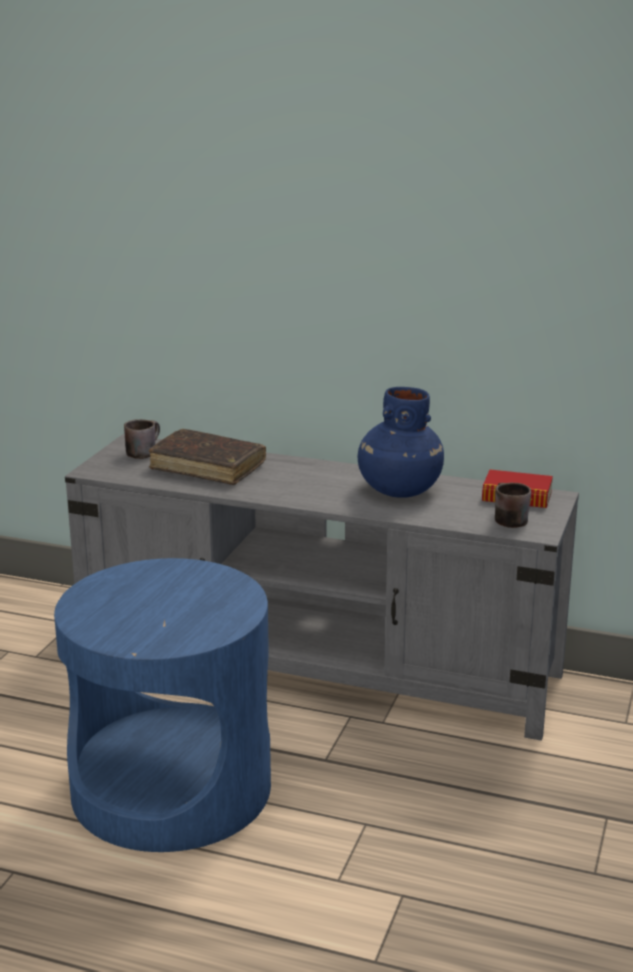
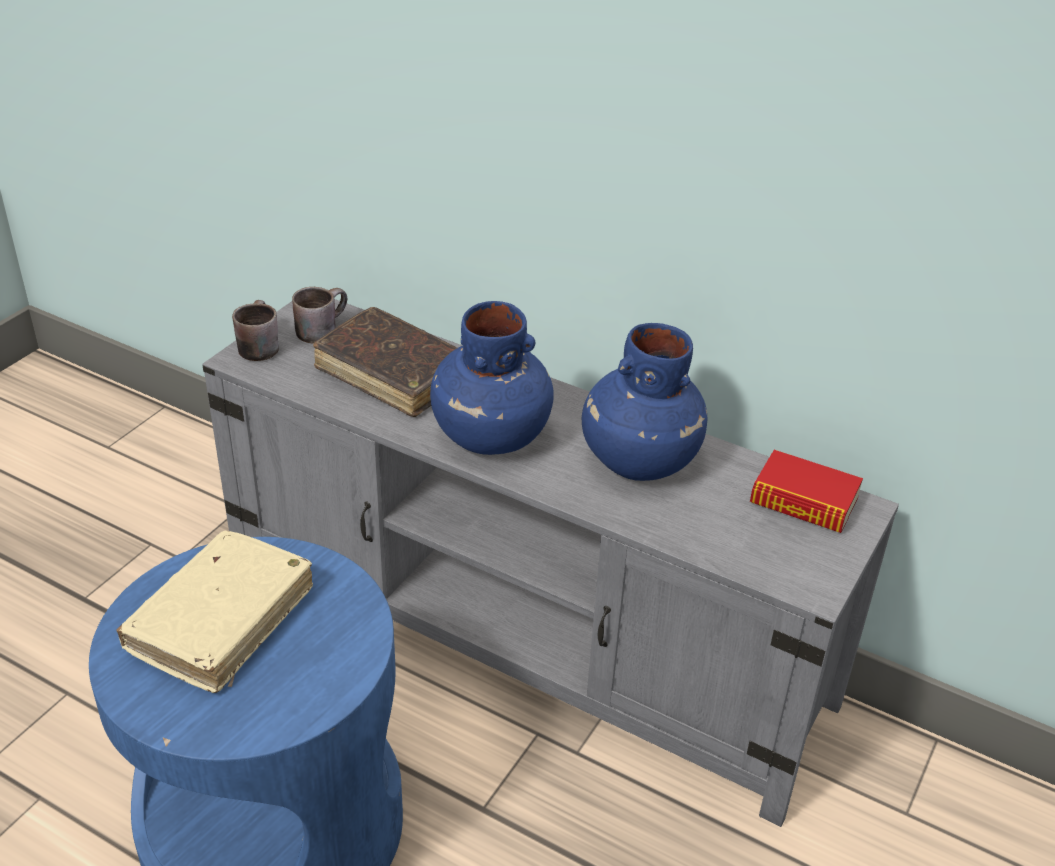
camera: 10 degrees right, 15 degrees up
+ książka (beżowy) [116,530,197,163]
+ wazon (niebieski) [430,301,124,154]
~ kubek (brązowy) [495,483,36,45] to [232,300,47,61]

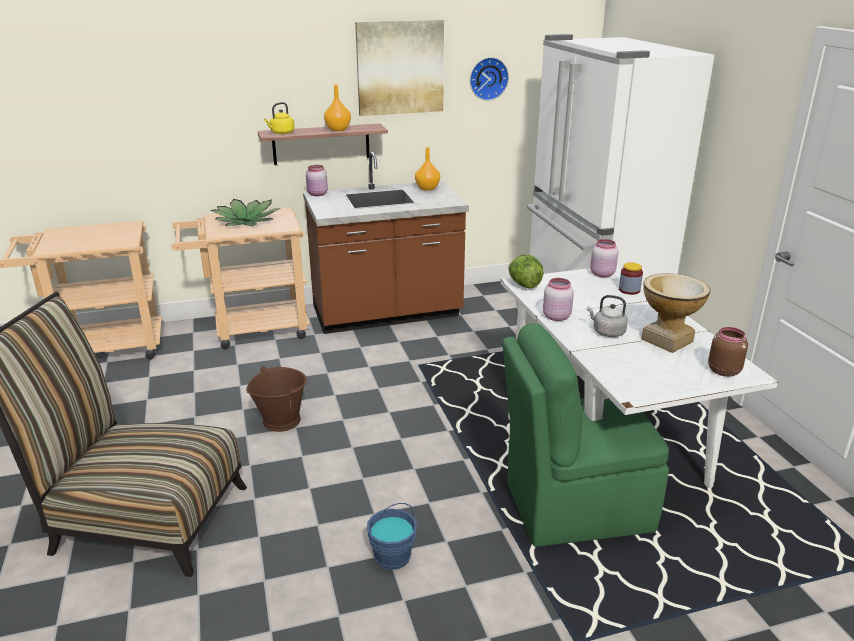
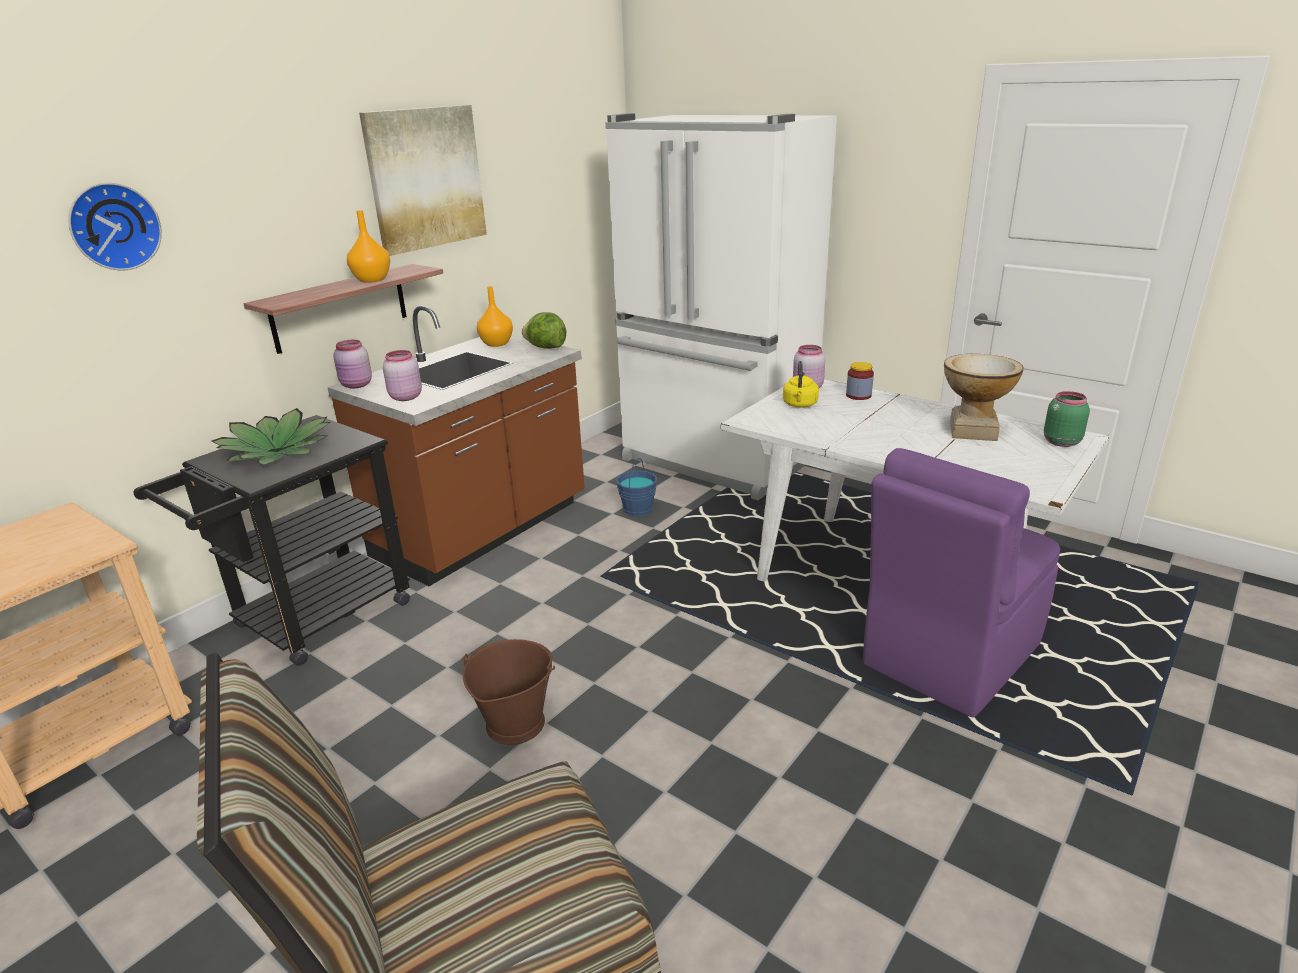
camera: 35 degrees left, 0 degrees up
- czajnik (szary) [587,295,41,42]
~ czajnik (żółty) [264,102,31,32] to [783,361,36,47]
~ wiadro (niebieski) [367,503,50,67] to [616,458,41,58]
~ zegar ścienny [470,57,39,44] to [68,183,94,88]
~ sałata [508,254,36,35] to [522,312,44,37]
~ słoik (różowy) [543,278,31,43] to [383,350,39,51]
~ wózek (beżowy) [171,207,139,142] to wózek (czarny) [134,415,276,251]
~ krzesło (zielony) [502,323,167,224] to krzesło (fioletowy) [863,448,197,269]
~ słoik (brązowy) [708,327,40,50] to słoik (zielony) [1044,391,46,56]

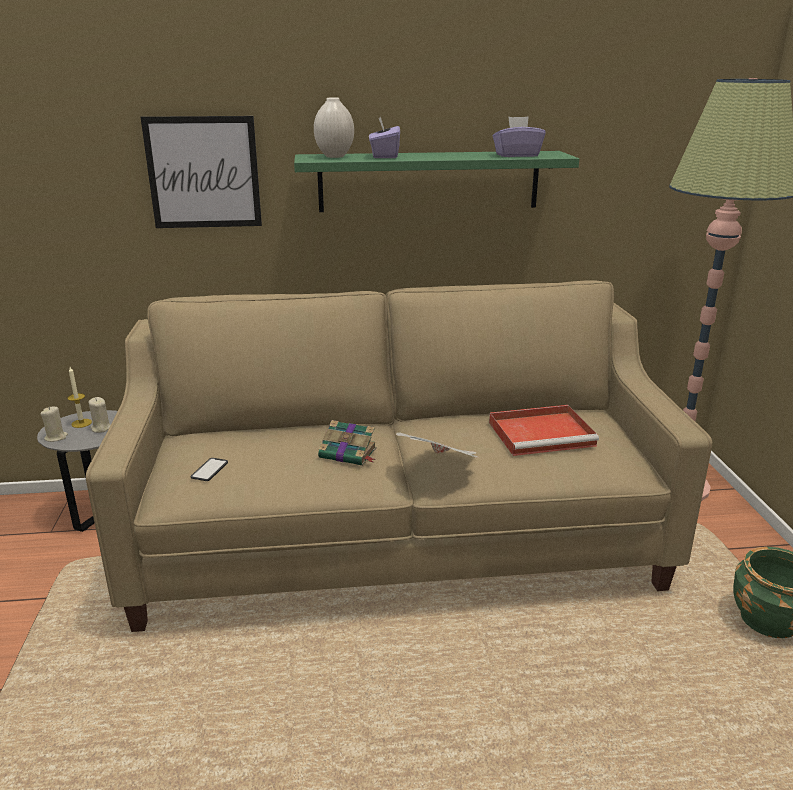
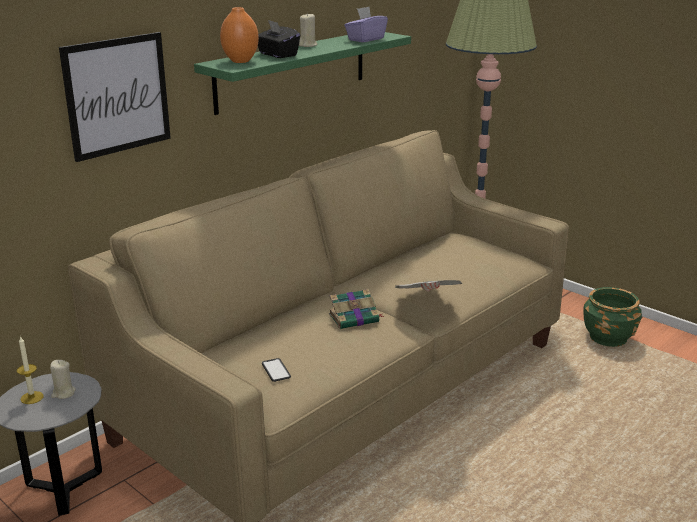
camera: 40 degrees left, 0 degrees up
- taca (czerwony) [489,405,110,51]
~ świeca (beżowy) [40,406,28,36] to [299,13,18,34]
~ wazon (biały) [314,97,40,61] to wazon (pomarańczowy) [220,7,39,56]
~ pudełko chusteczek (fioletowy) [369,116,31,42] to pudełko chusteczek (czarny) [258,20,42,38]

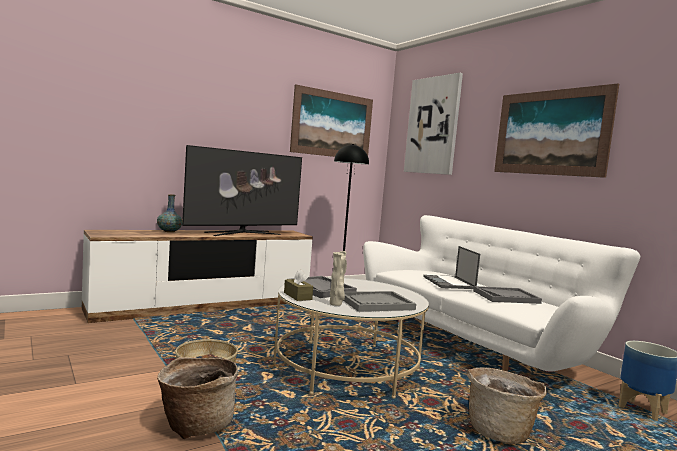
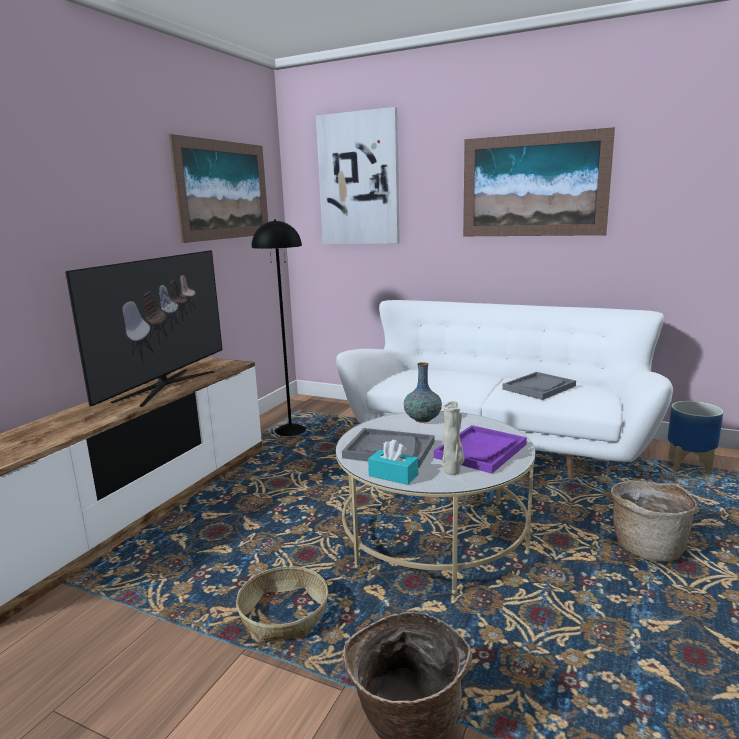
camera: 30 degrees left, 10 degrees up
- laptop [423,246,57,43]
~ wazon [157,194,25,38] to [404,362,38,60]
~ pudełko chusteczek (brązowy) [284,270,29,31] to pudełko chusteczek (turkusowy) [368,440,50,45]
~ taca (szary) [343,291,73,21] to taca (fioletowy) [434,425,93,49]

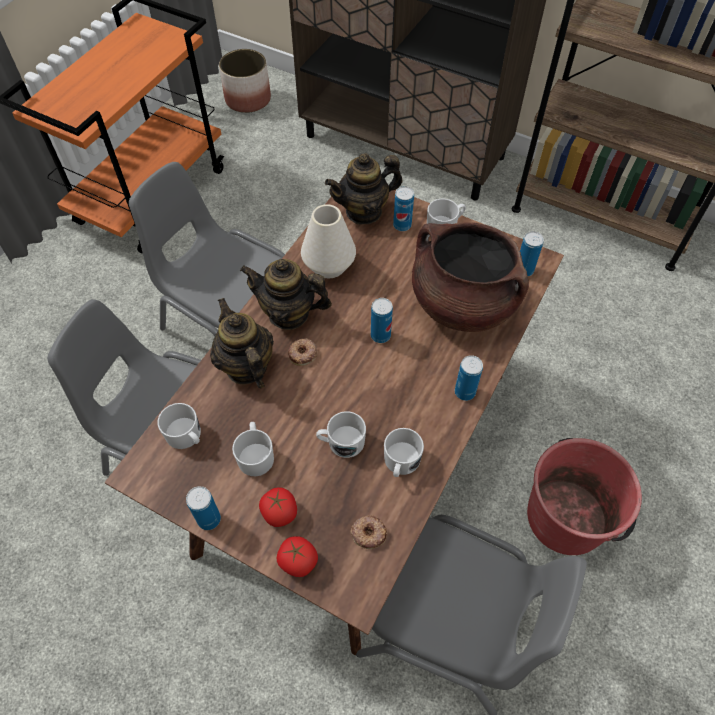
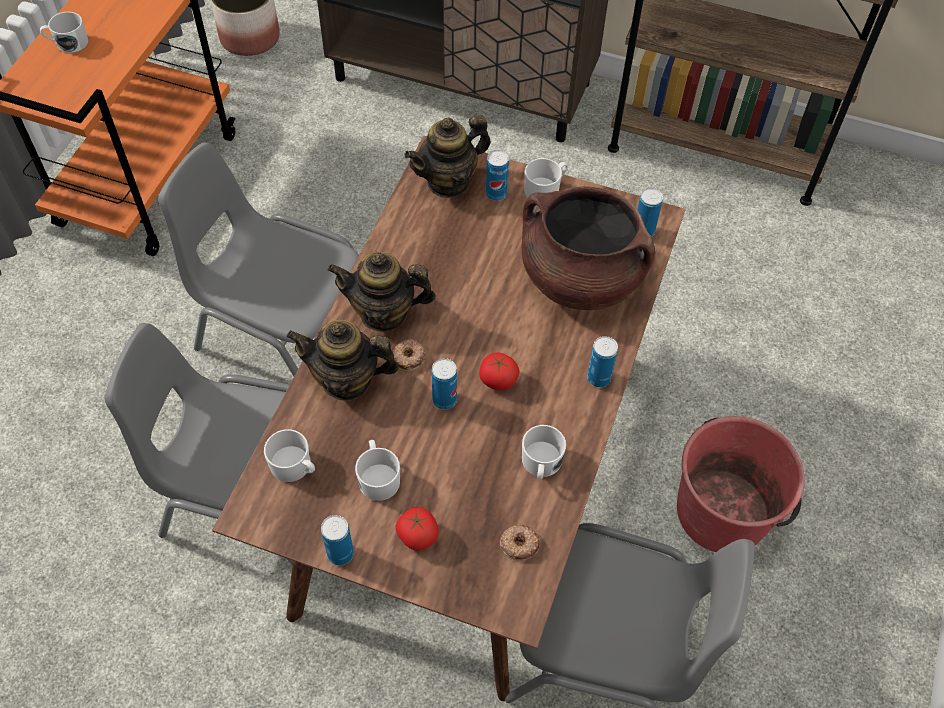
camera: 10 degrees left, 0 degrees up
- wazon (biały) [301,204,55,74]
~ pomidor [277,536,41,41] to [479,352,41,38]
~ kubek (biały) [316,411,50,47] to [40,12,48,41]
~ puszka [371,298,22,45] to [432,358,25,52]
~ imbryk [210,298,64,90] = [286,320,113,81] 45 degrees counterclockwise

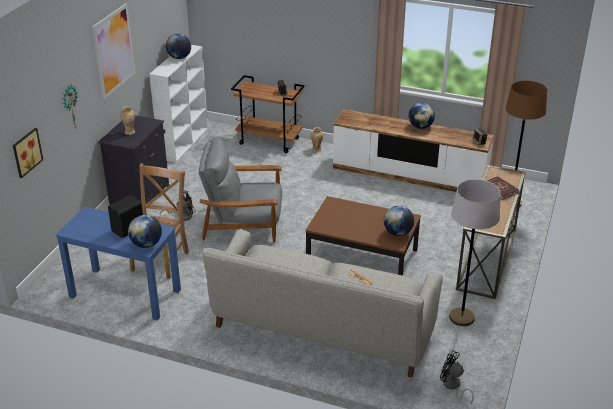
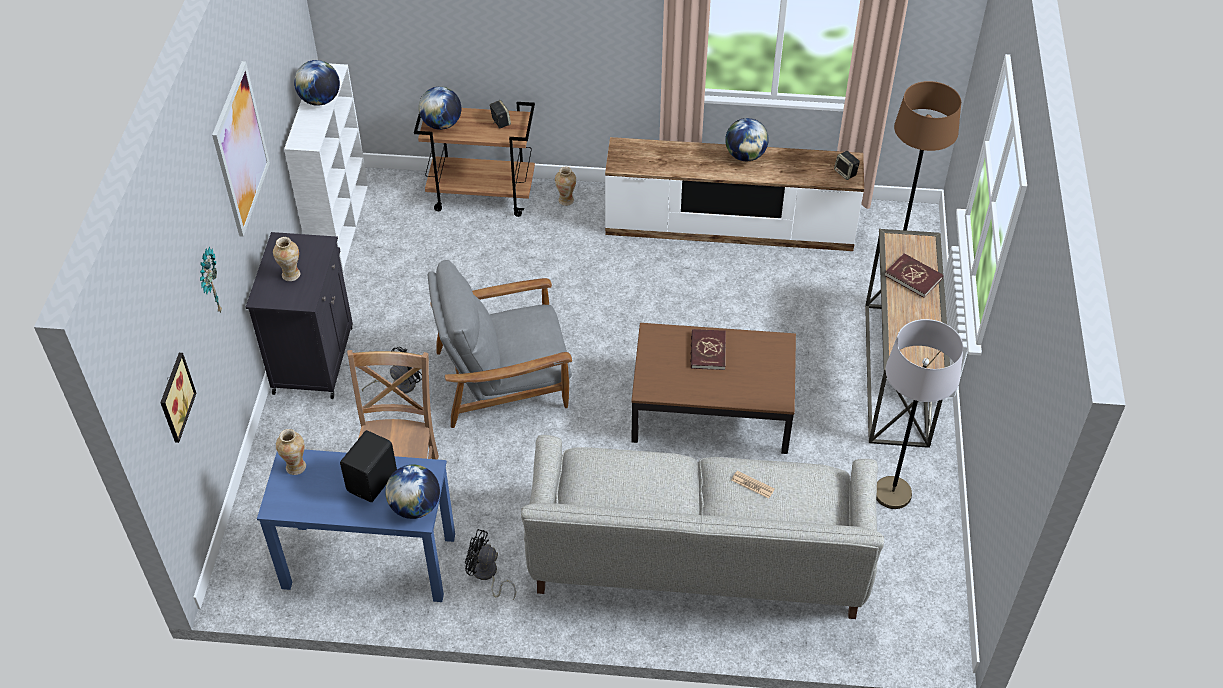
camera: 15 degrees left, 15 degrees up
+ wazon [276,429,30,46]
+ książka (czerwony) [690,329,36,41]
~ globus [384,206,30,30] to [419,87,42,43]
~ wentylator (czarny) [440,350,34,55] to [465,529,51,71]

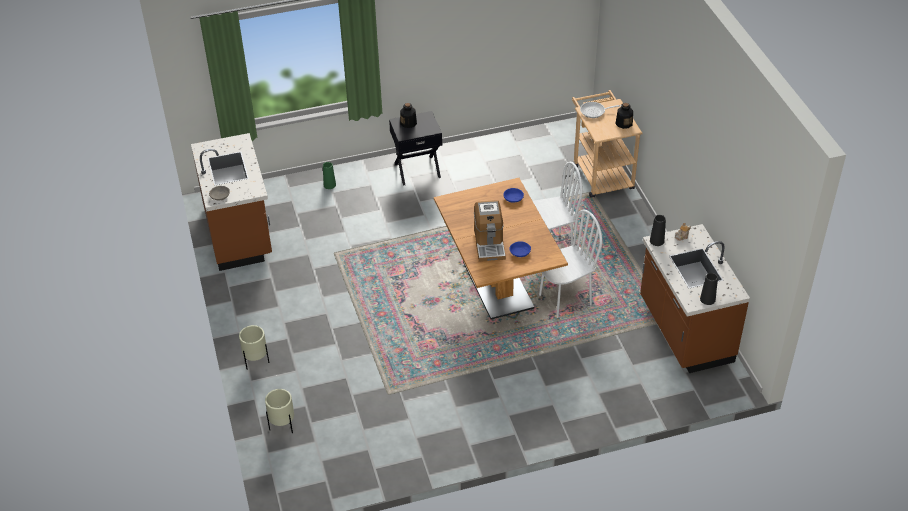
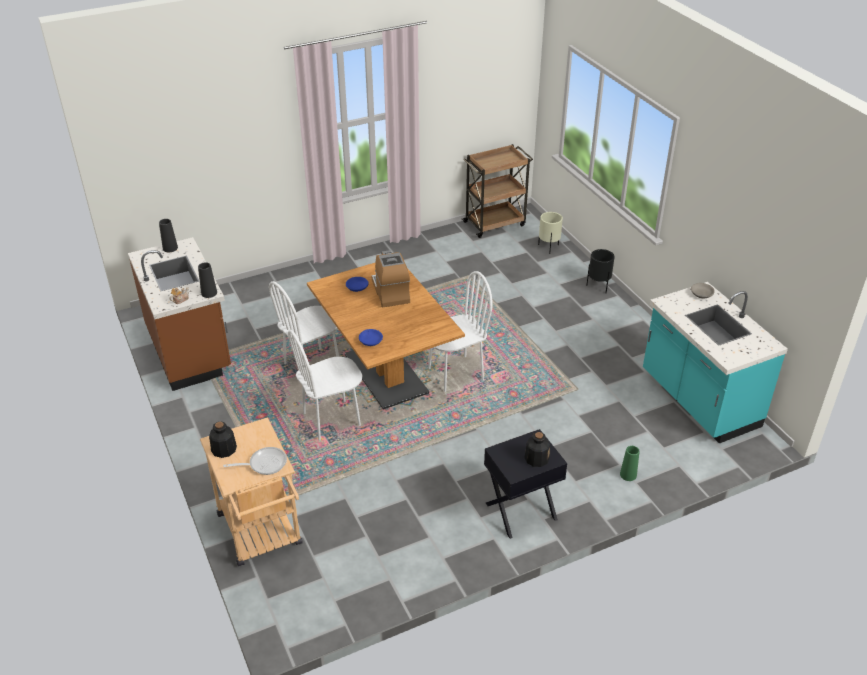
camera: 170 degrees right, 5 degrees down
+ krzesło (biały) [428,271,65,121]
+ wózek (brązowy) [462,144,71,94]
~ zabudowa kuchenna (brązowy) [191,133,81,138] to zabudowa kuchenna (turkusowy) [643,282,145,161]
~ donica (beżowy) [239,325,30,45] to donica (czarny) [586,249,29,44]

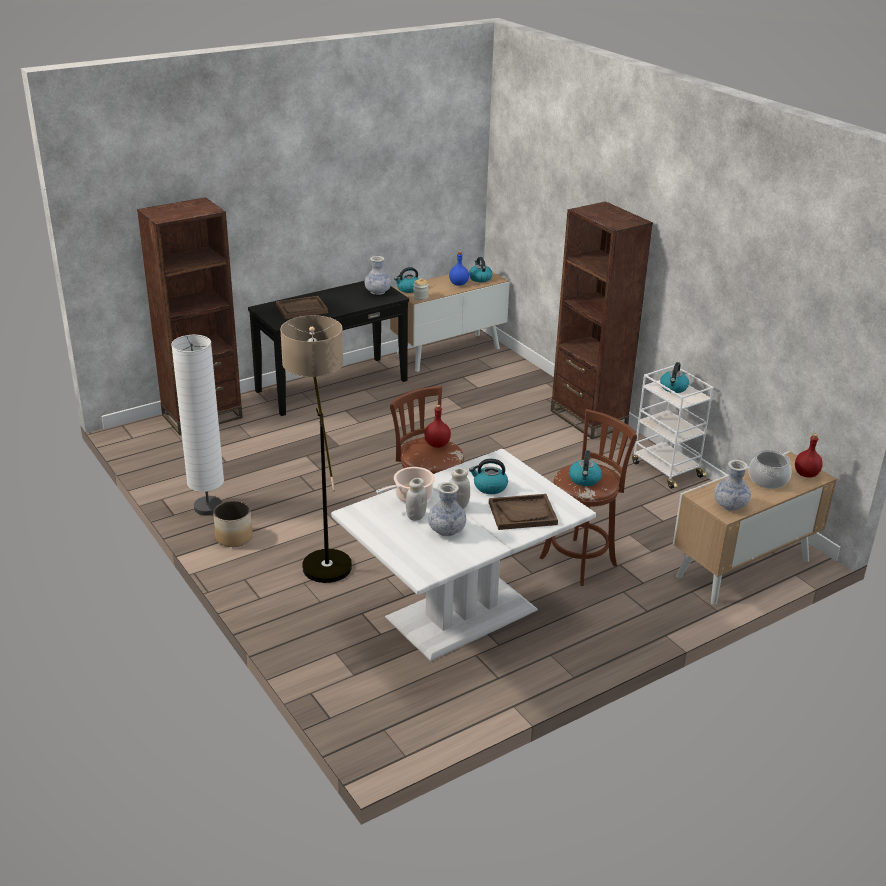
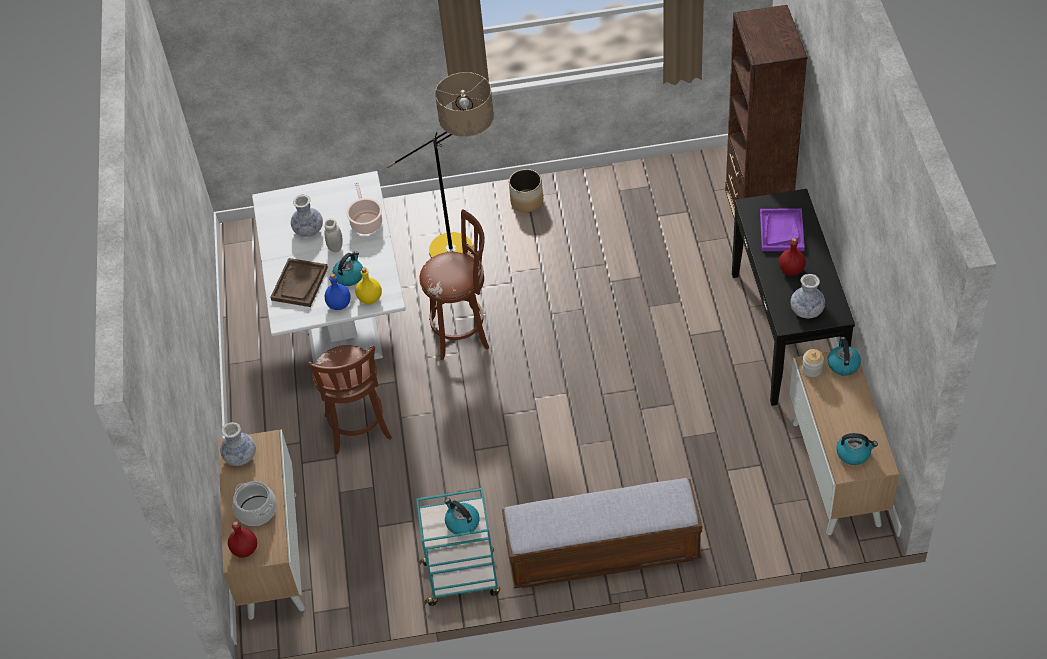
camera: 120 degrees right, 20 degrees up
- lampa stojąca (biały) [171,335,53,181]
- słoik (biały) [406,478,21,43]
- czajnik [569,450,33,36]
+ butelka (żółty) [355,267,27,37]
~ butelka (czerwony) [424,405,27,43] to [779,238,27,37]
~ butelka (niebieski) [449,251,20,35] to [325,273,26,37]
~ regał (brązowy) [551,201,102,239] to ławka [502,478,200,111]
~ taca (brązowy) [276,296,52,23] to taca (fioletowy) [760,208,45,43]
~ wózek (biały) [632,365,81,124] to wózek (turkusowy) [416,488,84,118]

